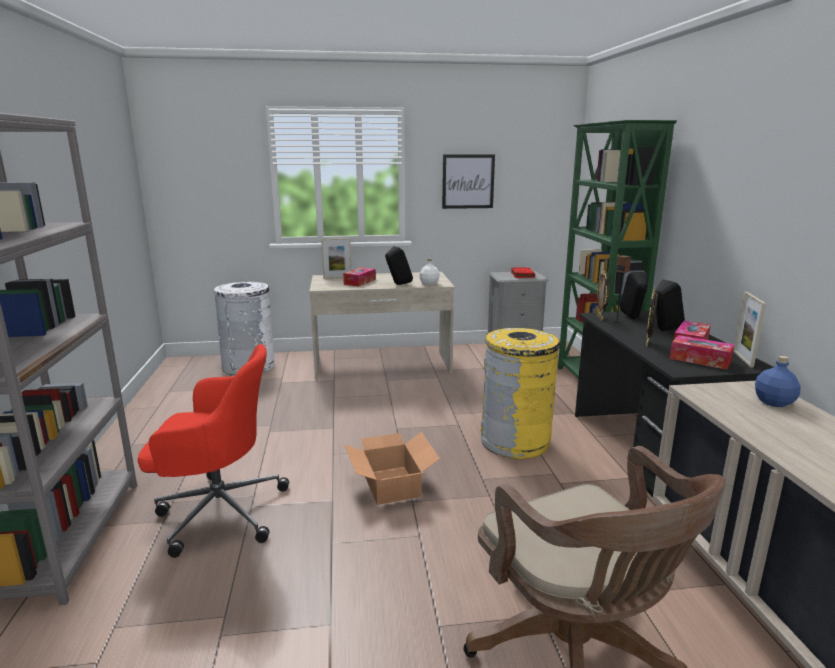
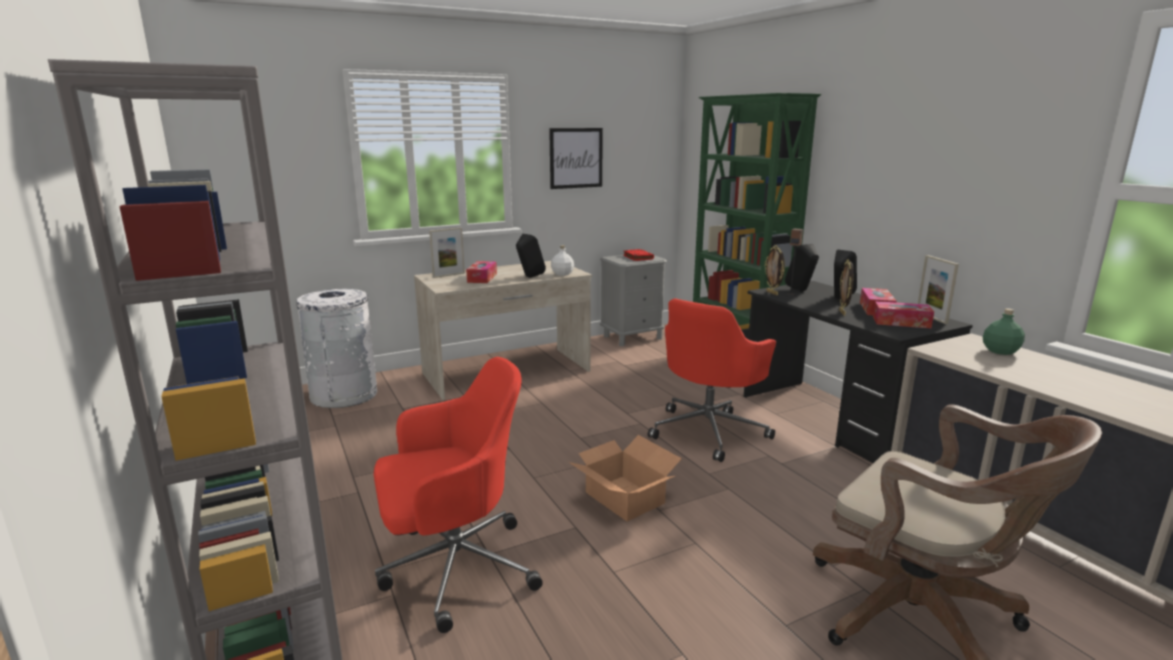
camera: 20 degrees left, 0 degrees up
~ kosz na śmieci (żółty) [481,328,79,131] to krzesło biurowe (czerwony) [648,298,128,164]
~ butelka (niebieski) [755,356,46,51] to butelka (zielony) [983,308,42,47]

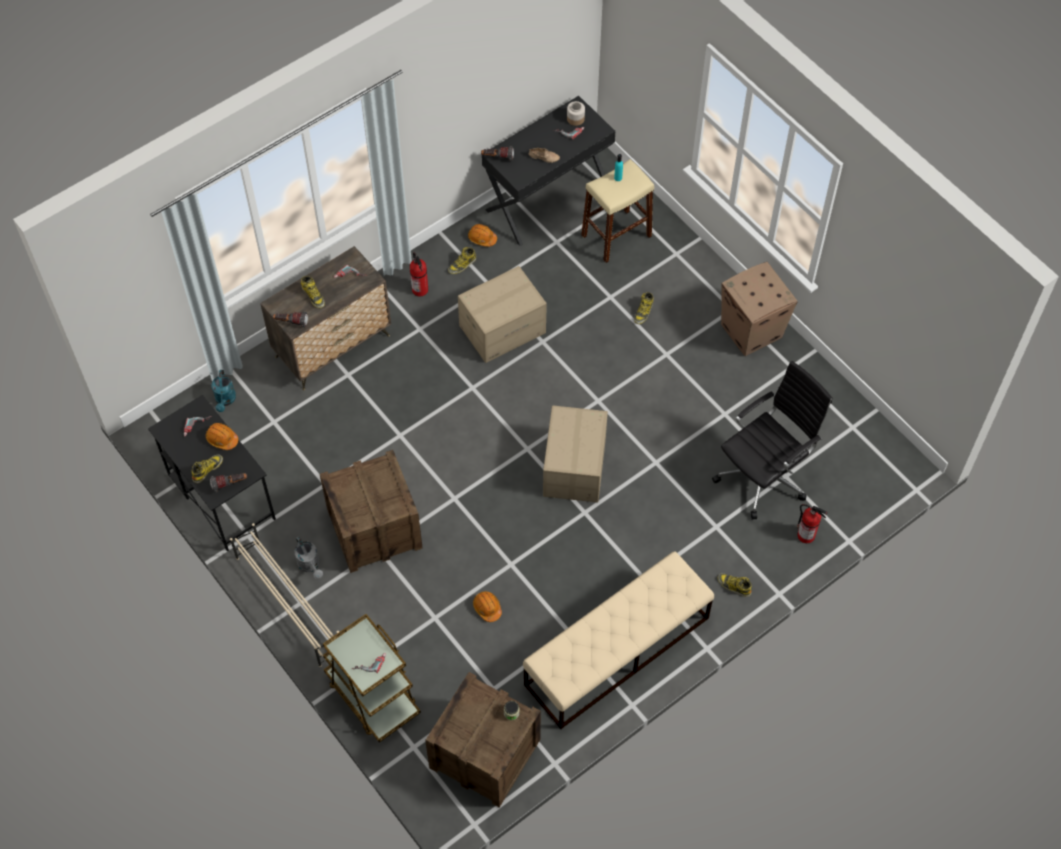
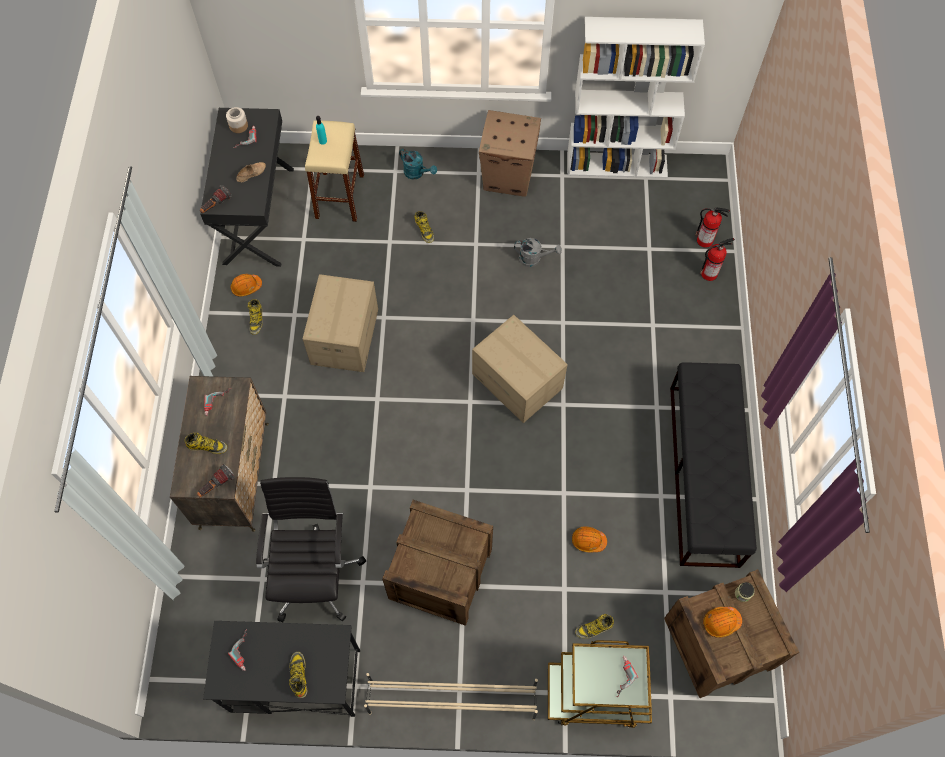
camera: 50 degrees left, 5 degrees up
- latarka [210,473,37,19]
+ regał (biały) [567,17,138,161]
~ kask (pomarańczowy) [206,423,32,27] to [703,607,39,31]
~ konewka (turkusowy) [212,370,24,42] to [399,148,38,32]
~ konewka (szary) [295,537,28,42] to [514,238,48,29]
~ gaśnica [410,252,18,44] to [695,207,35,41]
~ krzesło biurowe (czarny) [712,361,120,158] to [256,477,110,145]
~ but z cholewką [718,573,34,24] to [575,614,39,24]
~ ławka (beżowy) [523,551,191,178] to ławka (czarny) [670,362,87,206]

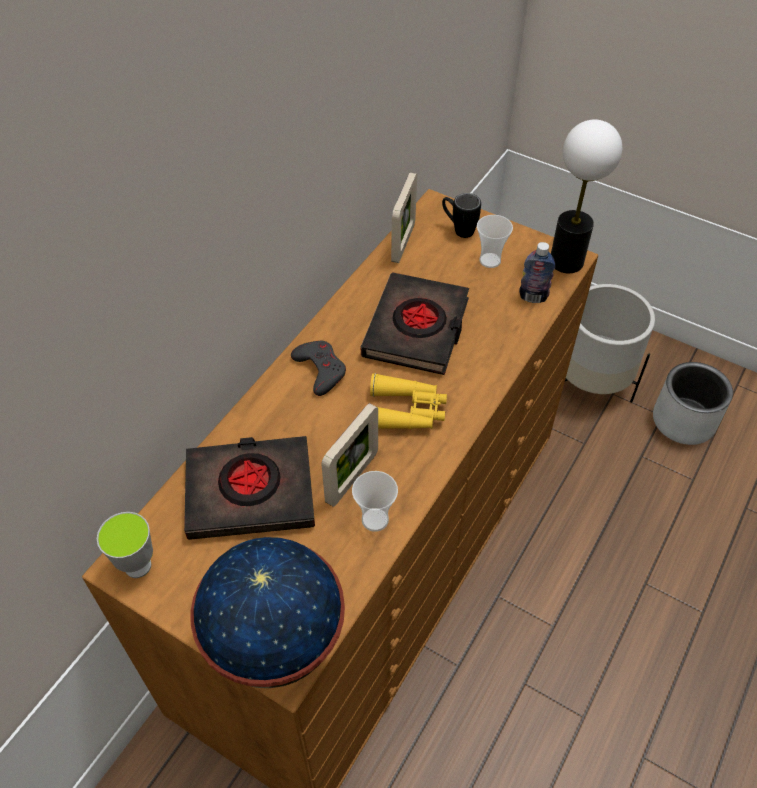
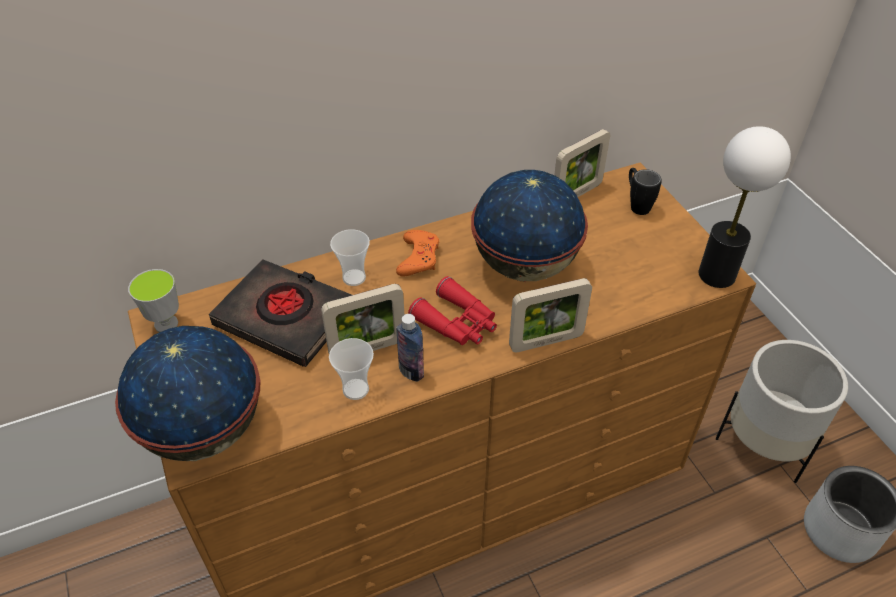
camera: 35 degrees right, 5 degrees down
+ ramka na zdjęcie [509,278,83,75]
~ filiżanka [477,215,36,53] to [330,229,40,57]
~ butelka [519,242,36,61] to [396,314,28,67]
~ książka (czarny) [361,272,108,103] to globus [471,170,117,112]
~ pad do gier (szary) [291,341,55,55] to pad do gier (pomarańczowy) [396,230,43,47]
~ lornetka (żółty) [370,373,77,56] to lornetka (czerwony) [408,276,89,69]

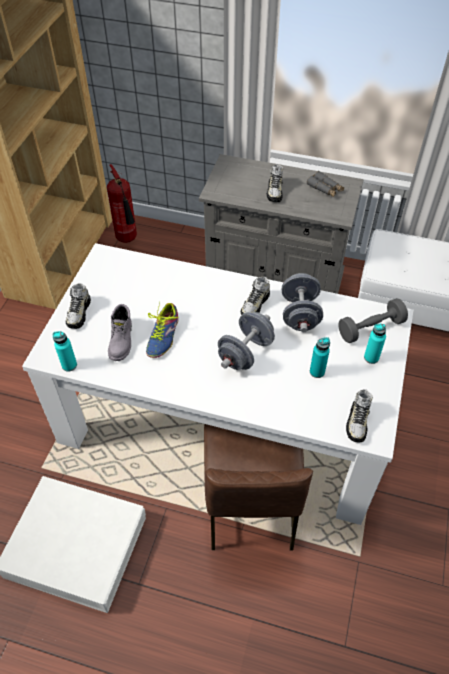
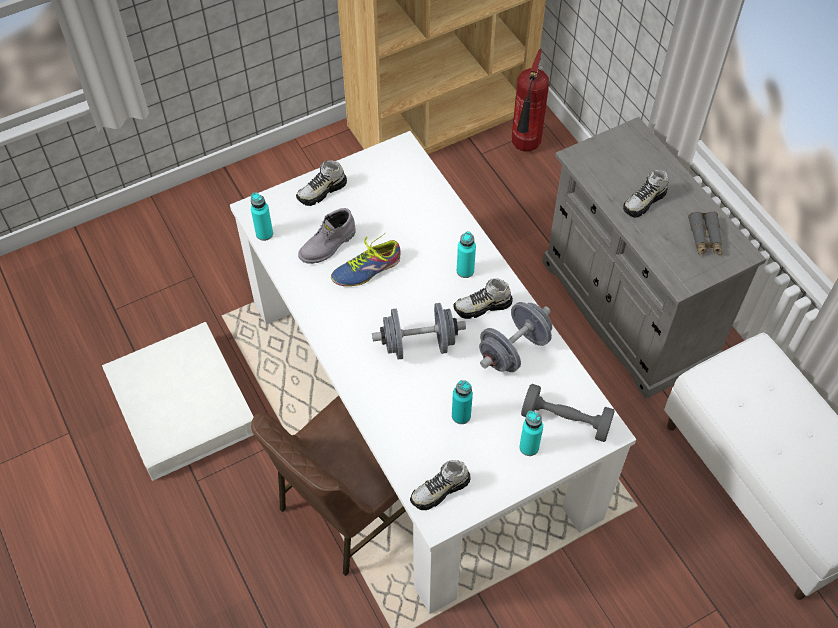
camera: 45 degrees right, 5 degrees up
+ butelka (turkusowy) [457,231,19,47]

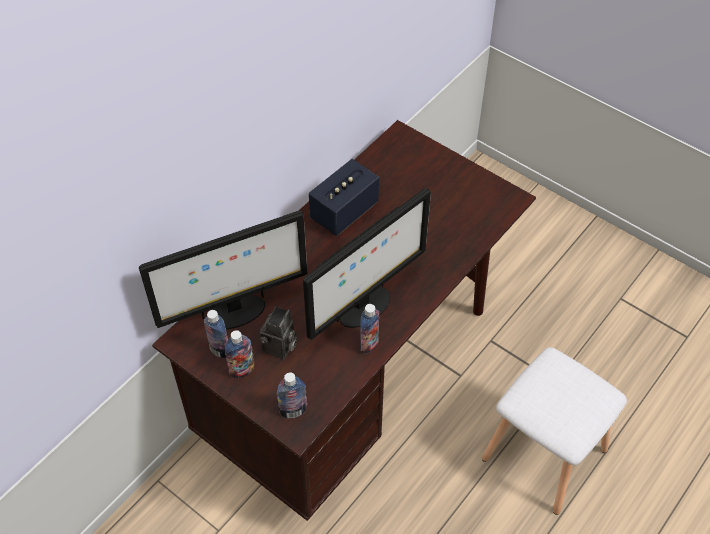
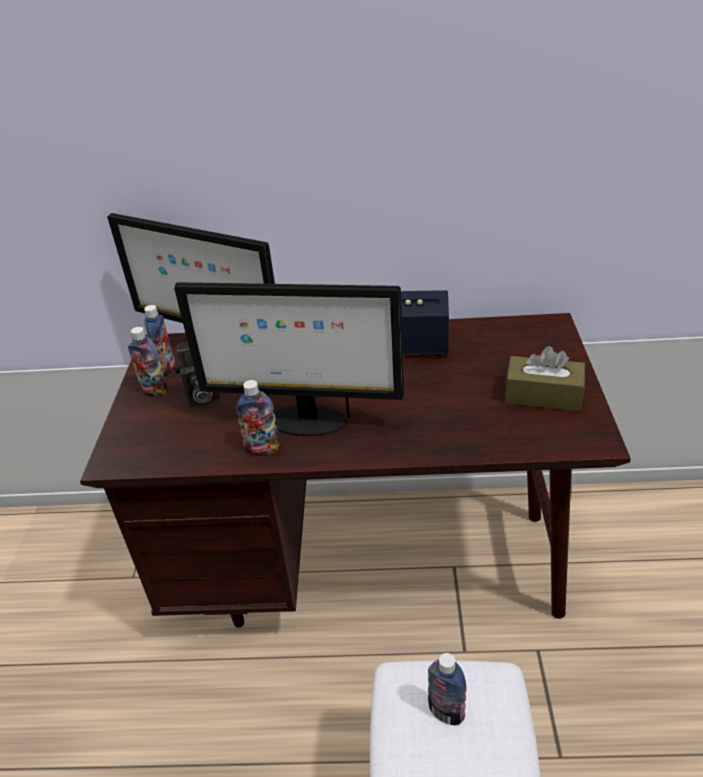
camera: 55 degrees right, 15 degrees down
+ pudełko chusteczek (brązowy) [505,346,80,65]
~ butelka [277,372,30,46] to [428,653,39,72]

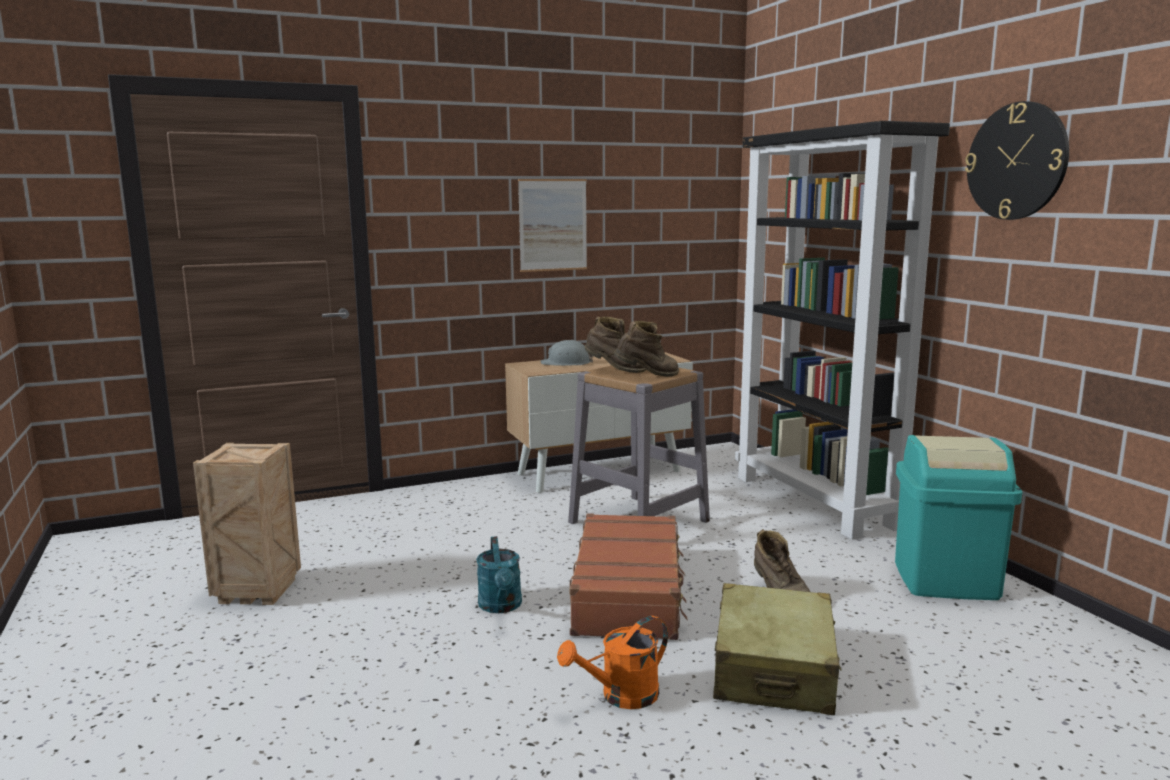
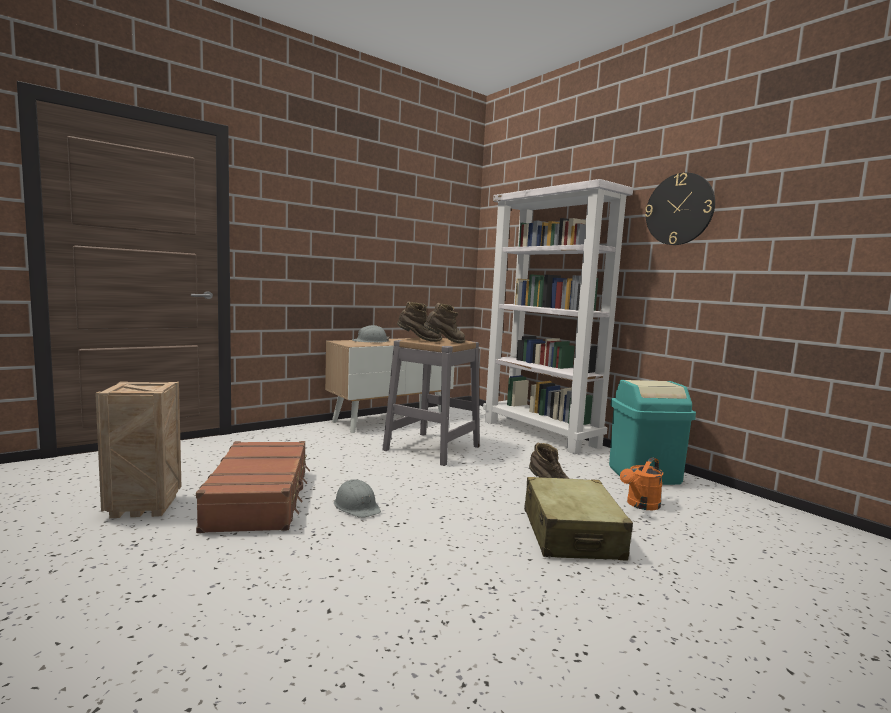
camera: 15 degrees left, 5 degrees down
- obraz [518,179,69,93]
~ konewka (pomarańczowy) [557,616,111,93] to [620,457,43,53]
~ walizka (brązowy) [570,514,118,126] to [196,441,114,92]
~ konewka (turkusowy) [476,536,46,77] to kask (szary) [334,479,47,39]
~ regał (czarny) [735,121,215,419] to regał (biały) [483,179,150,275]

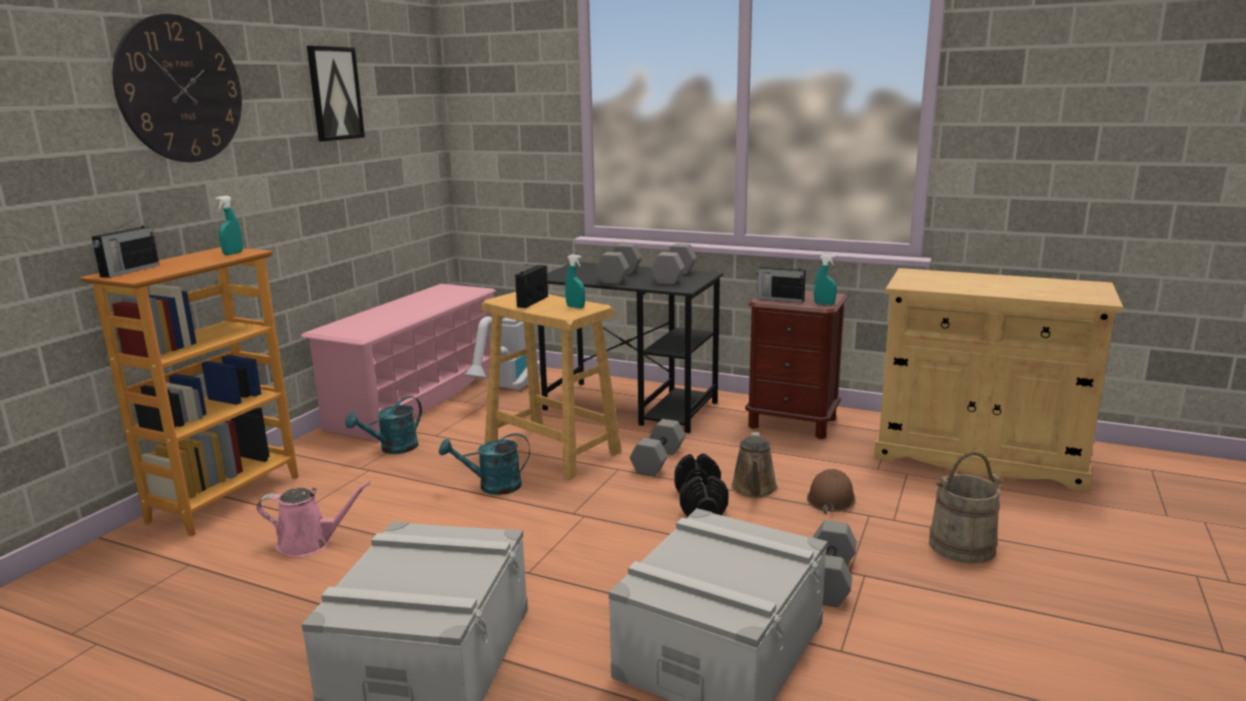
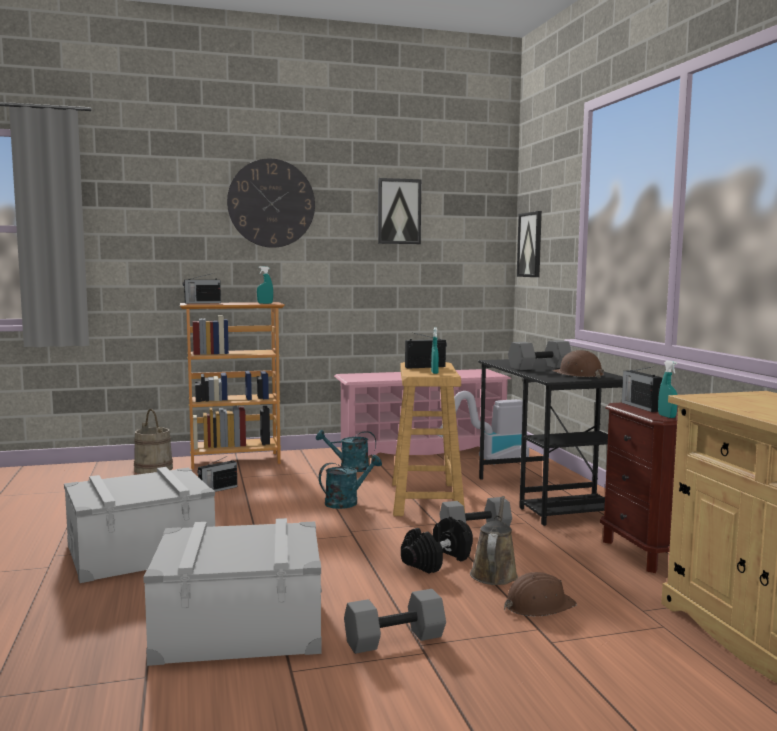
camera: 50 degrees right, 10 degrees down
+ obraz [517,211,25,66]
~ wiadro (beżowy) [929,451,74,113] to [134,409,39,65]
~ konewka (różowy) [257,482,114,75] to radio [197,456,40,36]
~ hantel (szary) [650,243,47,42] to kask (brązowy) [552,350,52,28]
~ konewka (turkusowy) [439,433,91,62] = [319,455,63,54] 105 degrees clockwise
~ konewka (brązowy) [731,432,47,66] = [470,496,48,89] 135 degrees clockwise

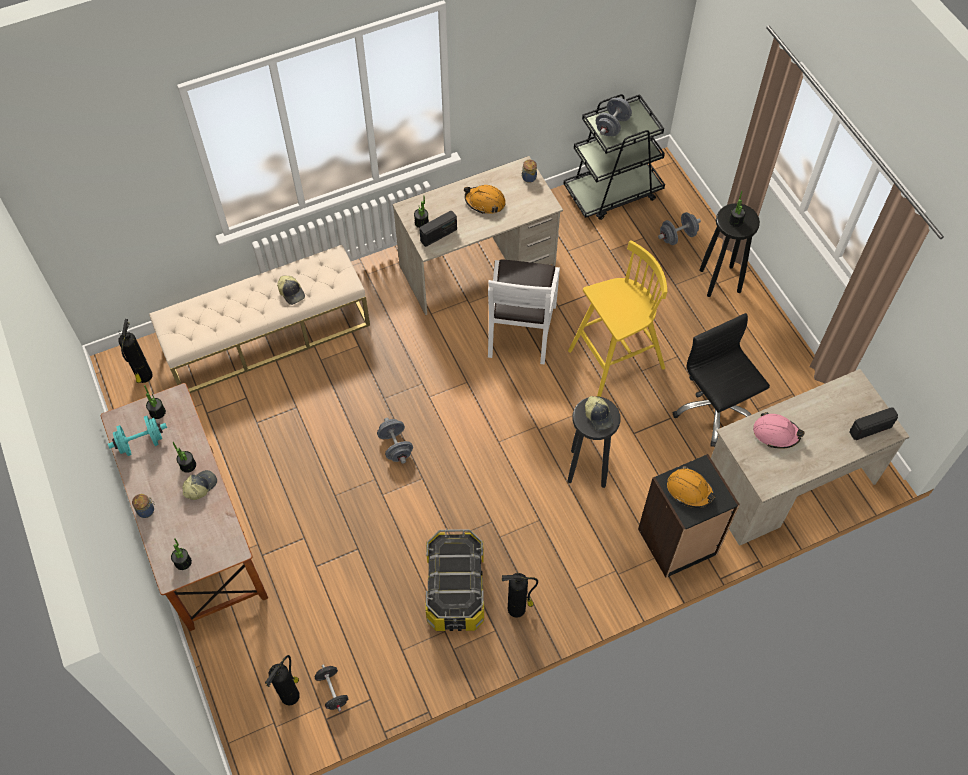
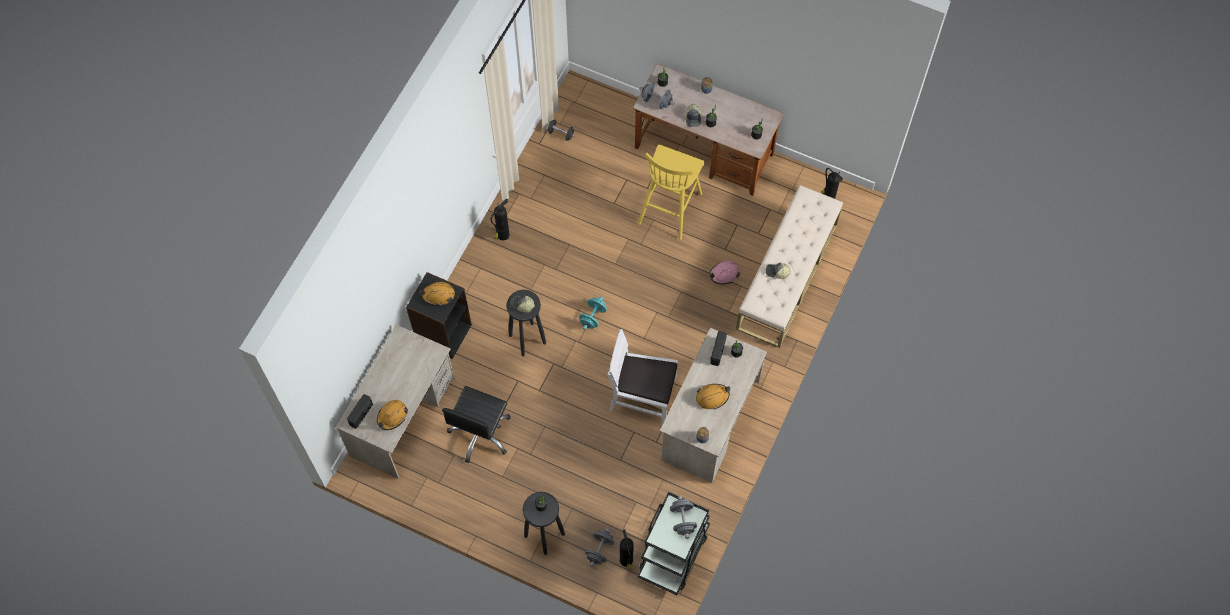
camera: 140 degrees right, 5 degrees up
- pojemnik do przechowywania [425,529,59,102]
+ kask (pomarańczowy) [377,400,31,30]
~ hantel (turkusowy) [108,416,59,40] to [579,296,28,34]
~ gaśnica [265,655,35,51] to [620,529,14,40]
~ hantel (szary) [377,418,36,46] to [639,82,36,27]
~ stołek (żółty) [568,240,99,157] to [638,144,67,96]
~ kask (różowy) [753,412,52,37] to [709,261,31,23]
~ krzesło (biały) [488,259,72,105] = [608,329,70,96] 45 degrees counterclockwise
~ krzesło biurowe (czarny) [673,313,97,134] = [442,386,69,77] 90 degrees clockwise

